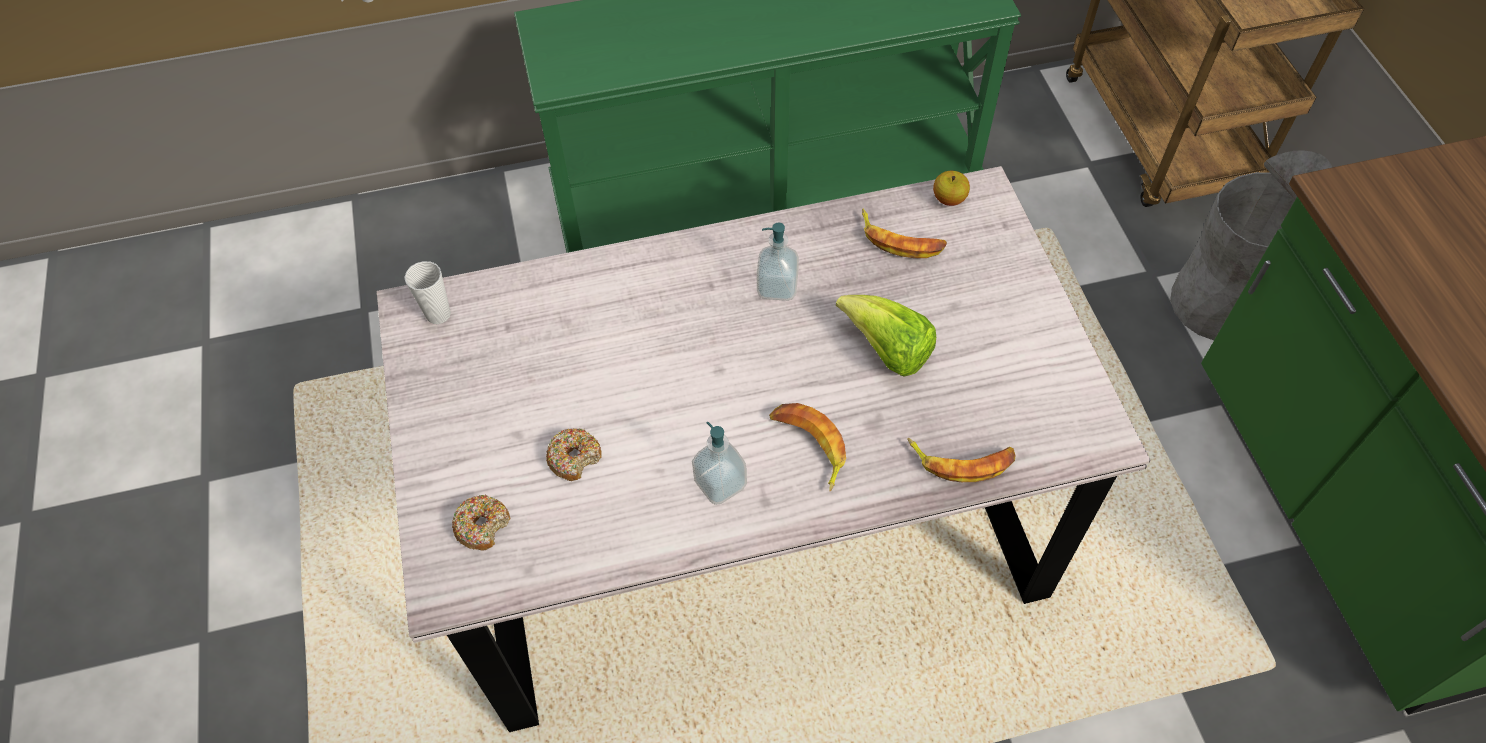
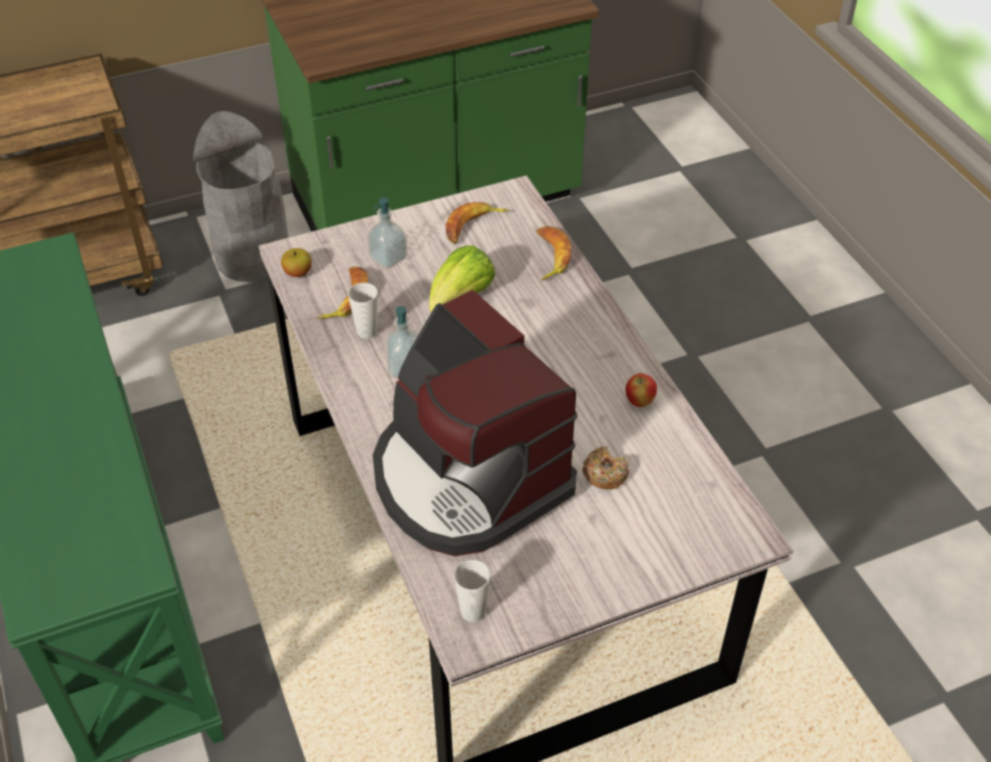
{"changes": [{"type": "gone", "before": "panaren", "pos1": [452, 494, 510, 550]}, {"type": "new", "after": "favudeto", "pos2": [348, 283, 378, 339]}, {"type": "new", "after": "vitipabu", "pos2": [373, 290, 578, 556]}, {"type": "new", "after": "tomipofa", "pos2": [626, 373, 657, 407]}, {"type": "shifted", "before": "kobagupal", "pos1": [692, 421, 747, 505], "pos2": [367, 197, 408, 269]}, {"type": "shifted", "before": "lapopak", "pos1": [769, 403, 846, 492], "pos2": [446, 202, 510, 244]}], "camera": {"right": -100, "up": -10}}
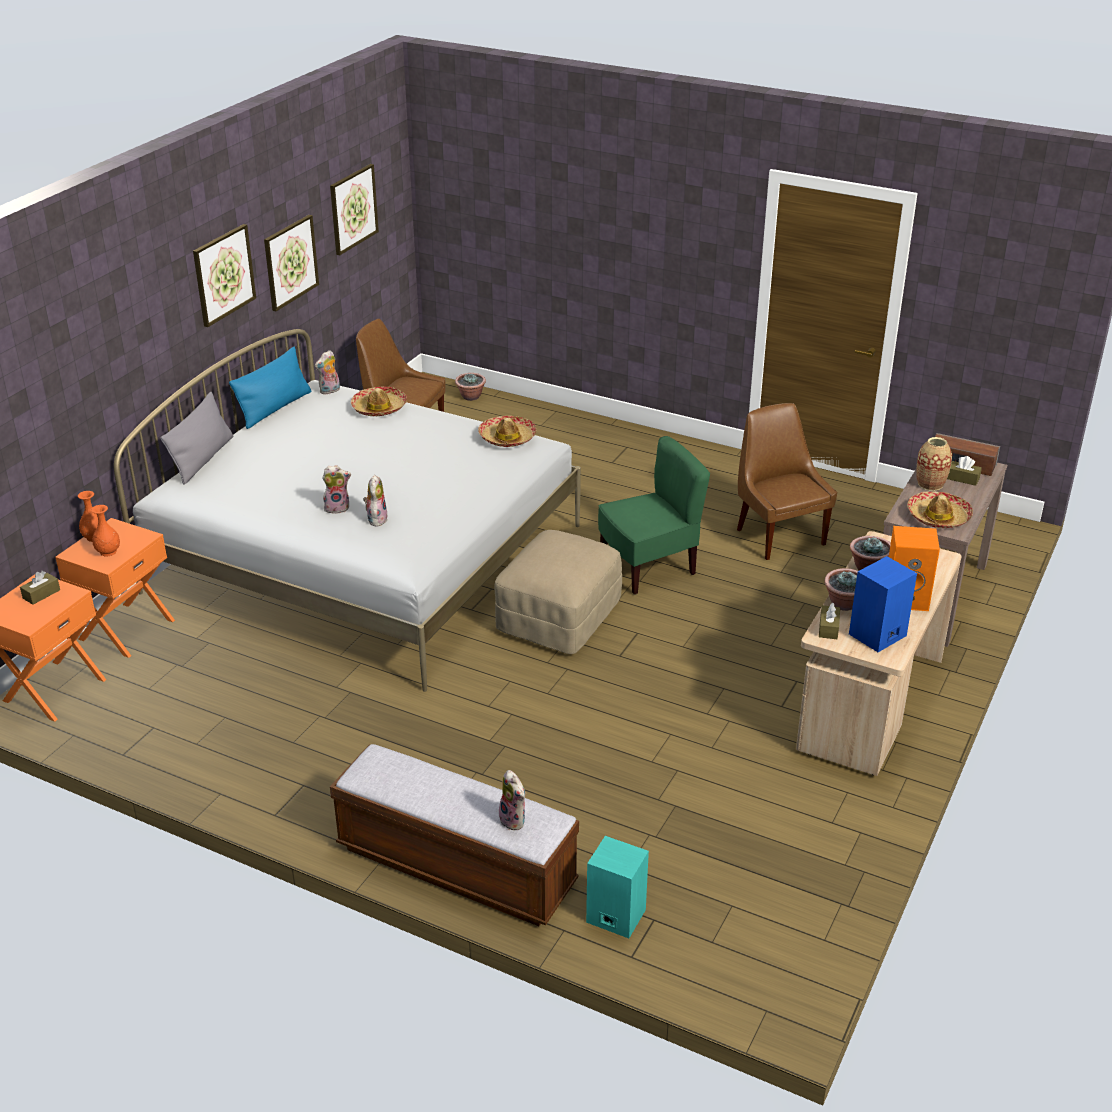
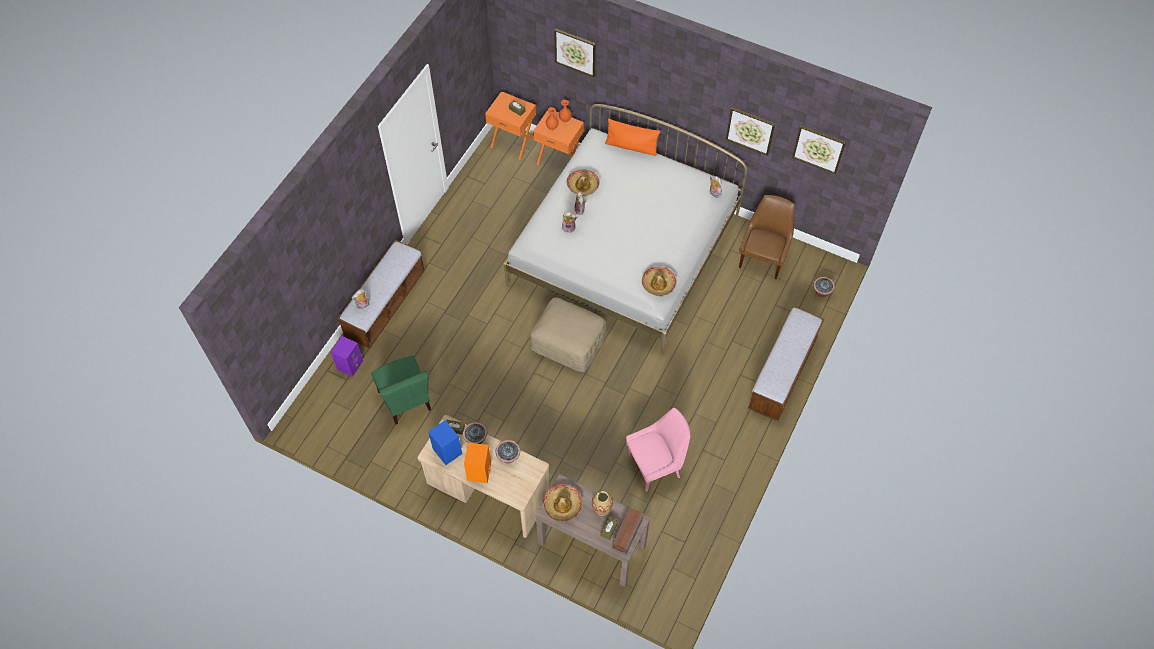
{"changes": [{"type": "gone", "before": "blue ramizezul", "pos1": [229, 347, 312, 429]}, {"type": "new", "after": "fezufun", "pos2": [748, 307, 824, 422]}, {"type": "shifted", "before": "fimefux", "pos1": [193, 224, 256, 327], "pos2": [554, 28, 596, 77]}, {"type": "shifted", "before": "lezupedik", "pos1": [351, 387, 407, 416], "pos2": [567, 169, 600, 196]}, {"type": "shifted", "before": "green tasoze", "pos1": [598, 436, 710, 595], "pos2": [371, 356, 431, 425]}, {"type": "repainted", "before": "grey ramizezul", "after": "orange ramizezul", "pos1": [161, 392, 233, 485], "pos2": [605, 119, 660, 156]}, {"type": "repainted", "before": "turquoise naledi", "after": "purple naledi", "pos1": [586, 836, 649, 938], "pos2": [331, 336, 363, 377]}, {"type": "repainted", "before": "brown tasoze", "after": "pink tasoze", "pos1": [737, 403, 837, 560], "pos2": [626, 408, 690, 492]}], "camera": {"right": 90, "up": 25}}
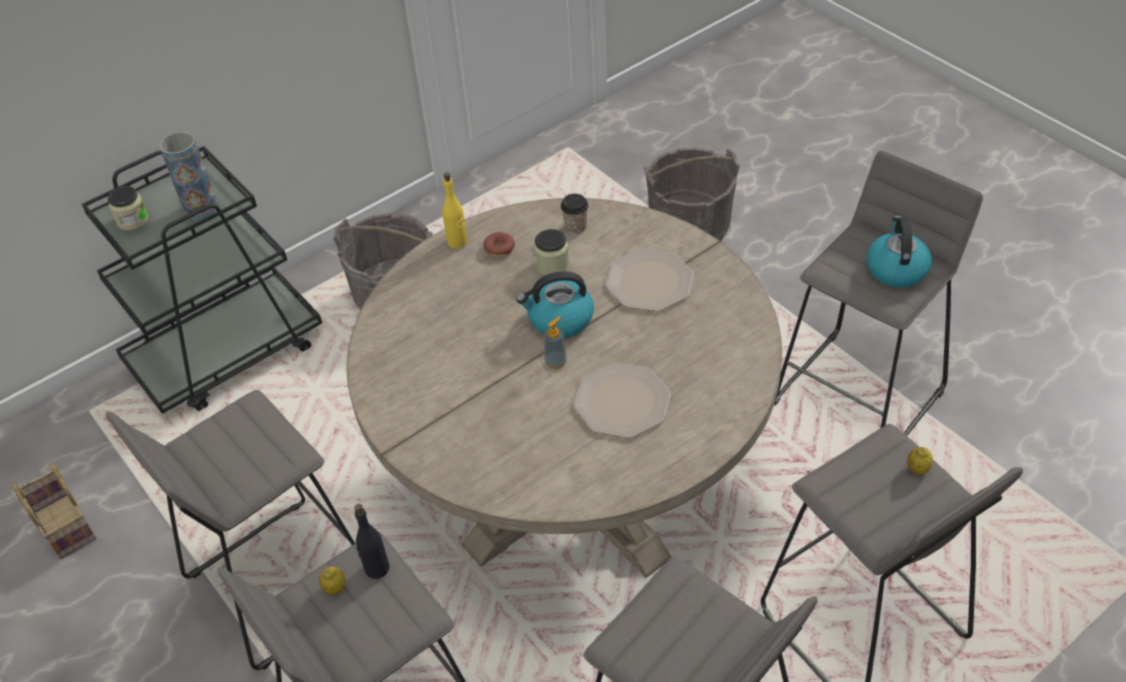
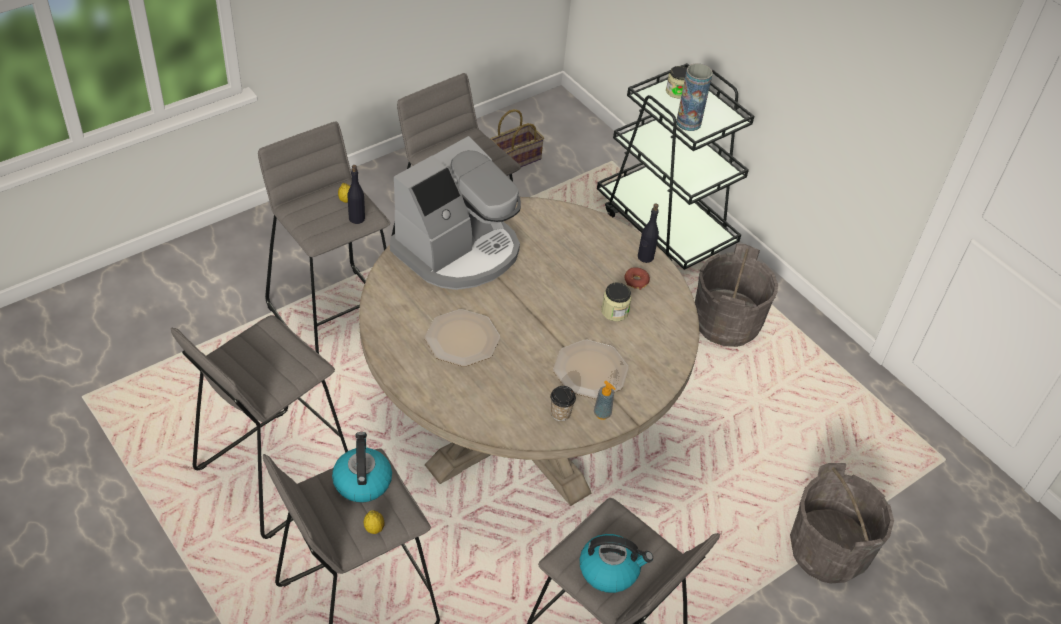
{"changes": [{"type": "new", "after": "vitipabu", "pos2": [390, 136, 521, 290]}, {"type": "shifted", "before": "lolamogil", "pos1": [516, 271, 594, 338], "pos2": [332, 432, 392, 503]}, {"type": "shifted", "before": "kobagupal", "pos1": [544, 316, 567, 369], "pos2": [594, 381, 616, 420]}, {"type": "shifted", "before": "favudeto", "pos1": [561, 194, 588, 234], "pos2": [550, 386, 576, 421]}, {"type": "repainted", "before": "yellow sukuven", "after": "black sukuven", "pos1": [442, 172, 467, 249], "pos2": [638, 203, 659, 263]}], "camera": {"right": 85, "up": 0}}
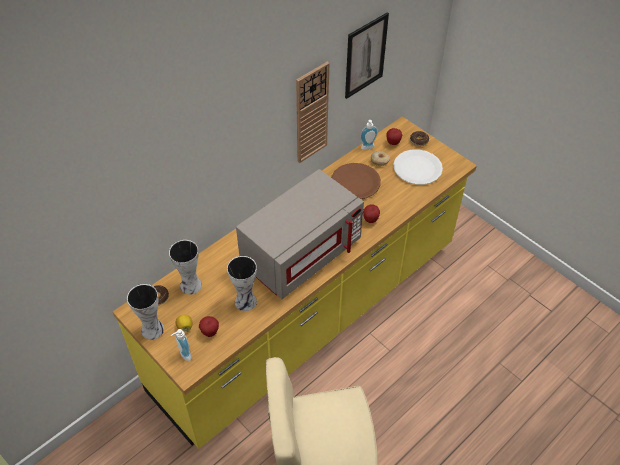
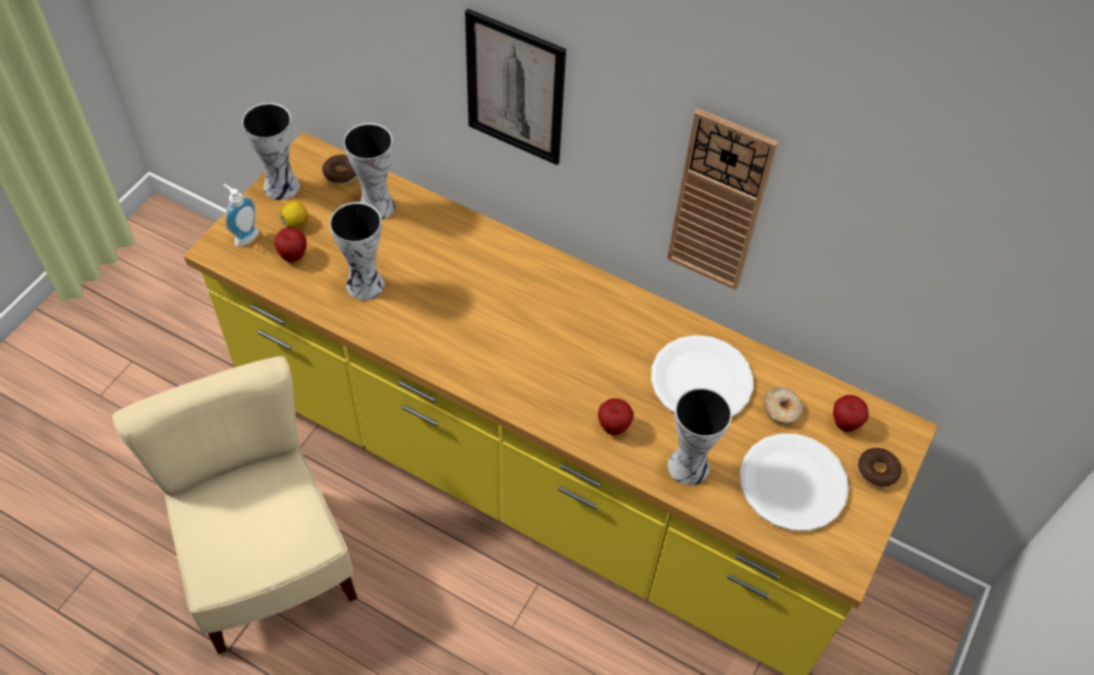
{"changes": [{"type": "gone", "before": "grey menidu", "pos1": [236, 169, 364, 299]}, {"type": "gone", "before": "kobagupal", "pos1": [360, 120, 378, 150]}, {"type": "new", "after": "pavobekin", "pos2": [668, 387, 732, 486]}, {"type": "shifted", "before": "fimefux", "pos1": [345, 13, 389, 99], "pos2": [465, 8, 566, 165]}, {"type": "repainted", "before": "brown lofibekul", "after": "white lofibekul", "pos1": [331, 163, 381, 199], "pos2": [651, 335, 753, 416]}], "camera": {"right": 70, "up": 5}}
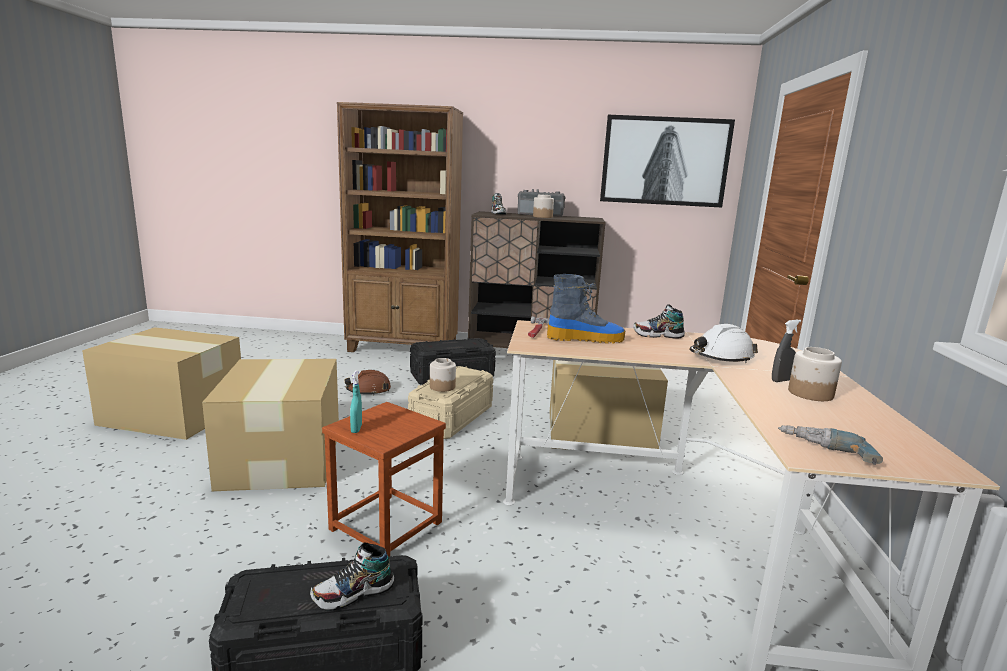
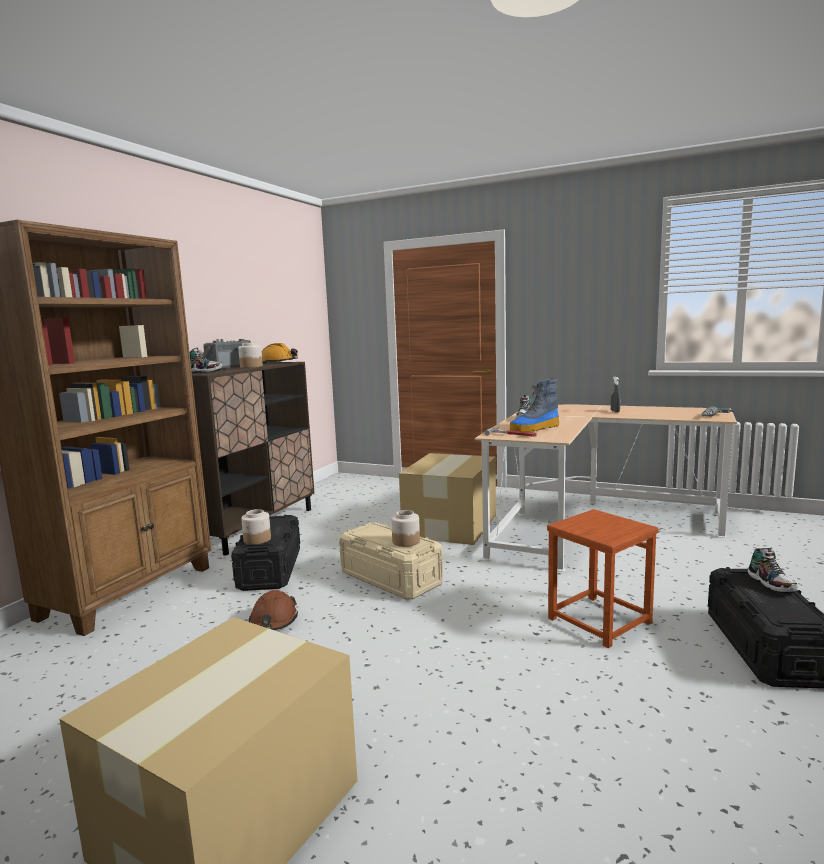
{"changes": [{"type": "gone", "before": "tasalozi", "pos1": [202, 359, 339, 491]}, {"type": "gone", "before": "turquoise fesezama", "pos1": [350, 370, 362, 433]}, {"type": "gone", "before": "fimefux", "pos1": [600, 115, 735, 208]}, {"type": "gone", "before": "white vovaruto", "pos1": [689, 324, 758, 363]}, {"type": "new", "after": "orange vovaruto", "pos2": [262, 343, 298, 363]}, {"type": "shifted", "before": "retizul", "pos1": [788, 347, 842, 401], "pos2": [241, 509, 271, 545]}, {"type": "rotated", "before": "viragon", "pos1": [547, 274, 625, 344], "pos2": [510, 378, 559, 432], "turn": -135}], "camera": {"right": -70, "up": -5}}
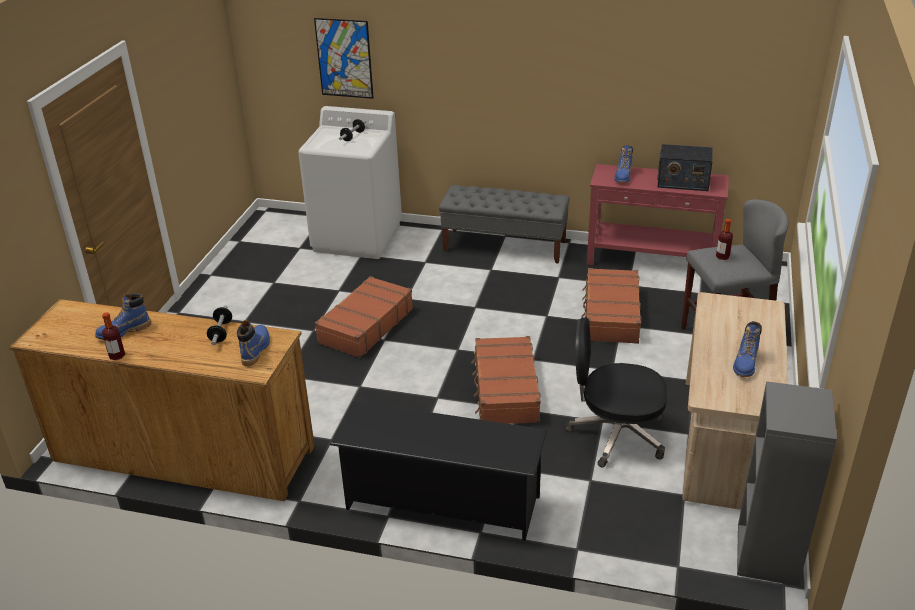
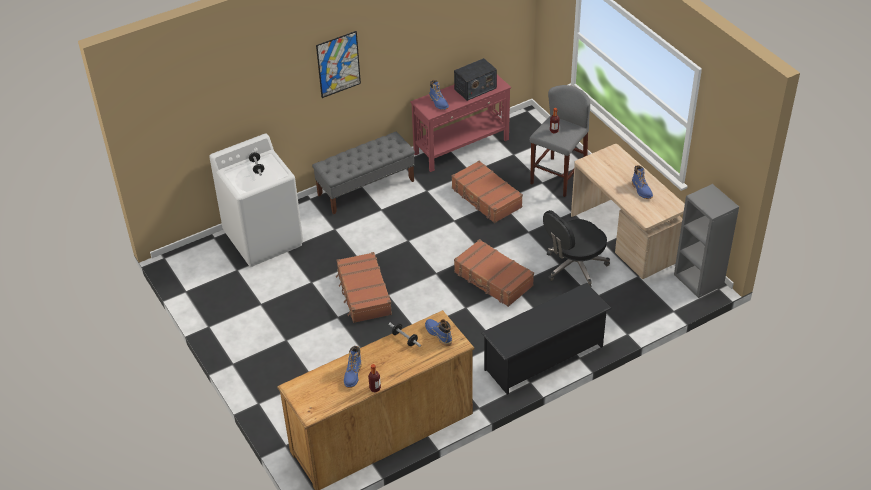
{"changes": [{"type": "shifted", "before": "fimefux", "pos1": [314, 18, 374, 99], "pos2": [316, 31, 361, 98]}], "camera": {"right": -45, "up": 10}}
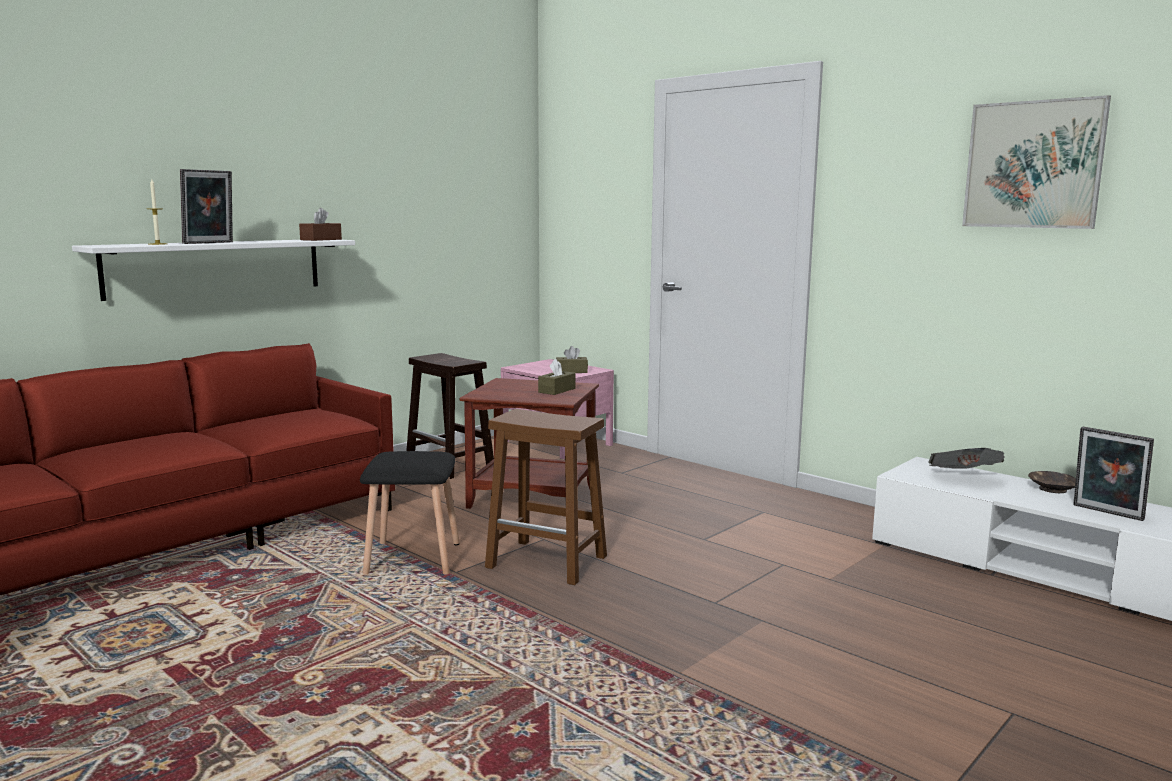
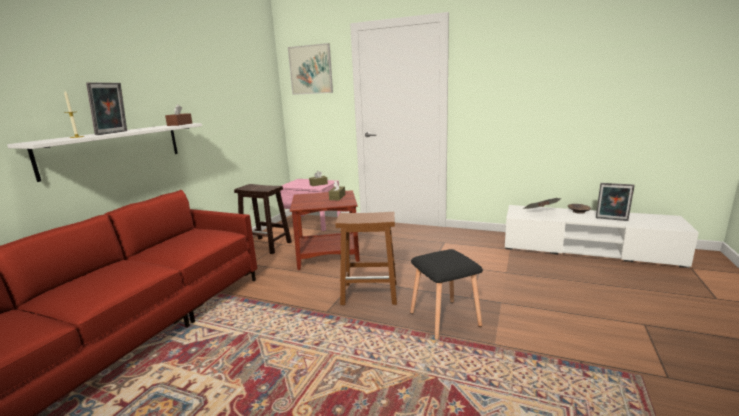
{"changes": [{"type": "shifted", "before": "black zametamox", "pos1": [360, 451, 460, 574], "pos2": [410, 249, 483, 340]}, {"type": "shifted", "before": "fimefux", "pos1": [962, 95, 1111, 229], "pos2": [288, 43, 333, 95]}], "camera": {"right": -20, "up": 5}}
